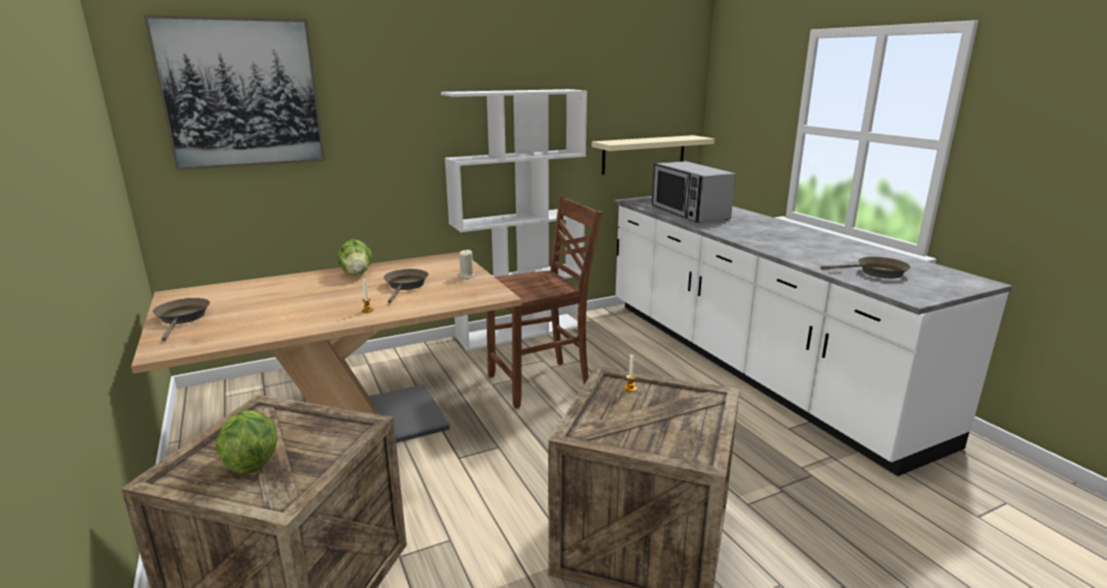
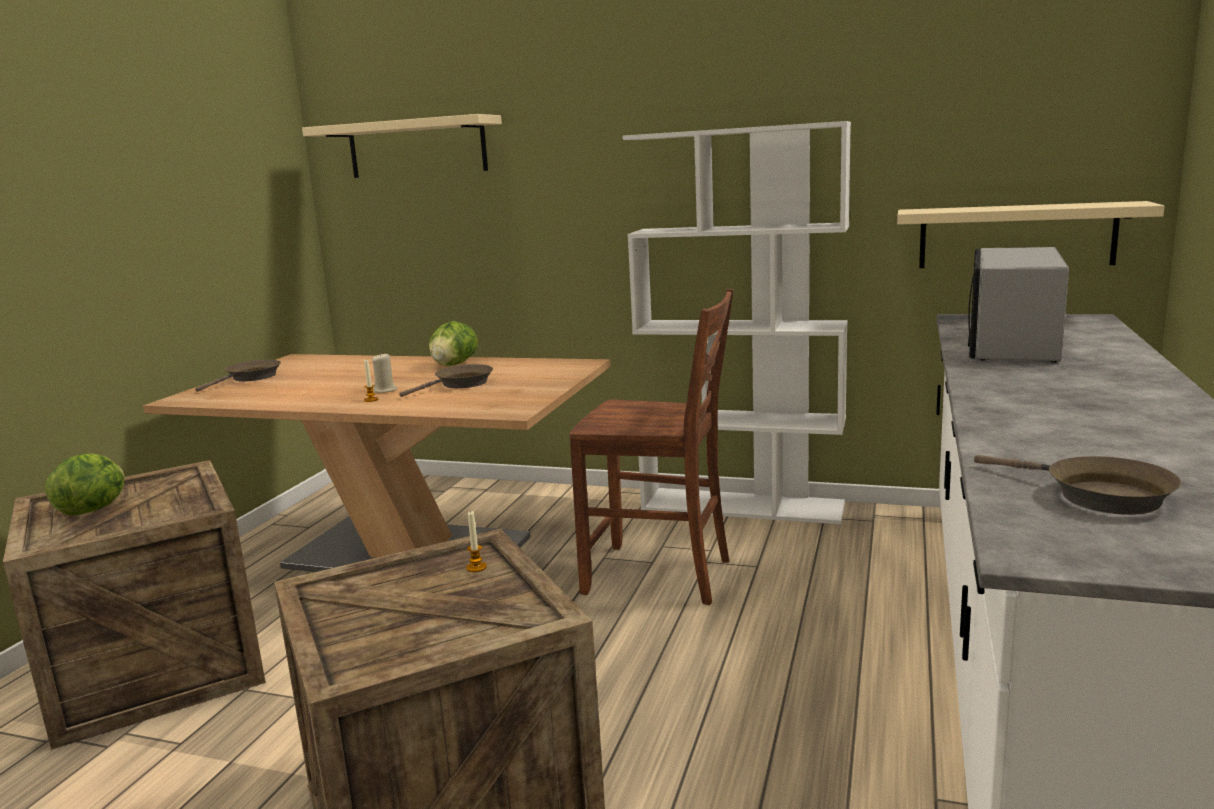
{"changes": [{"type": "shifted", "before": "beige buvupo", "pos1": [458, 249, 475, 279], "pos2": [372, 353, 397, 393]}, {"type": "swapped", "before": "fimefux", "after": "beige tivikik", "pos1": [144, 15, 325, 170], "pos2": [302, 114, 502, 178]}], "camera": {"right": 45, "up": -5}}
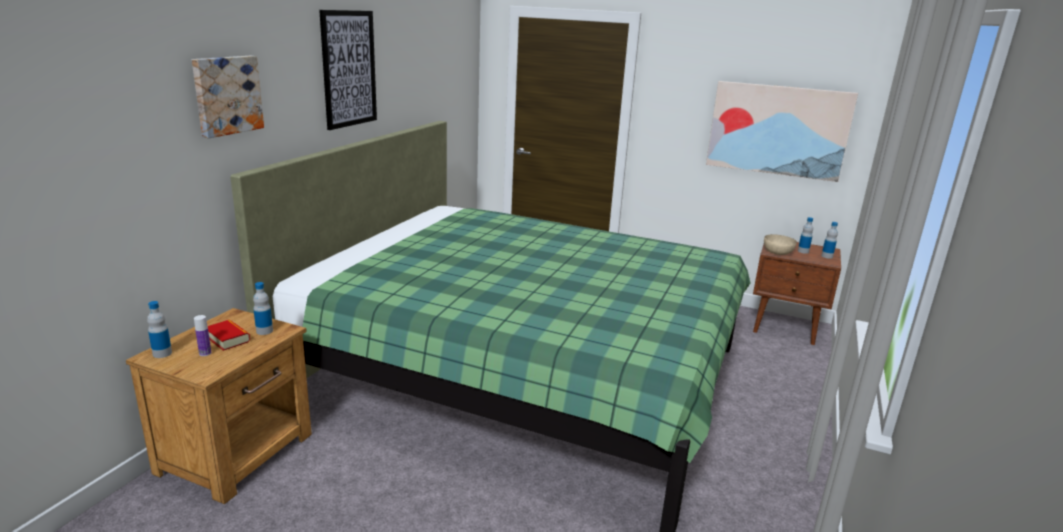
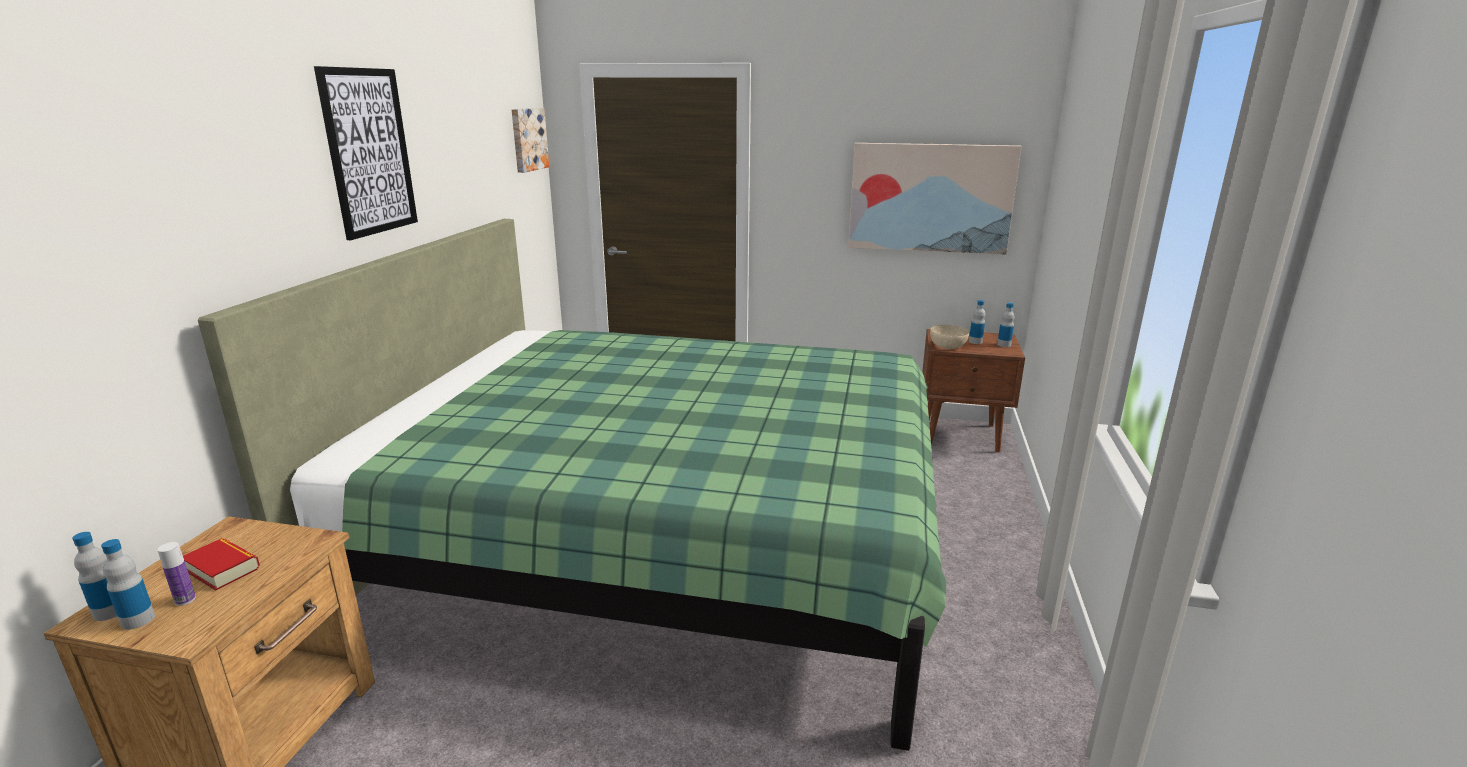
{"changes": [{"type": "shifted", "before": "fimefux", "pos1": [192, 56, 264, 138], "pos2": [512, 108, 549, 173]}, {"type": "shifted", "before": "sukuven", "pos1": [253, 282, 273, 335], "pos2": [101, 539, 155, 630]}], "camera": {"right": -10, "up": 0}}
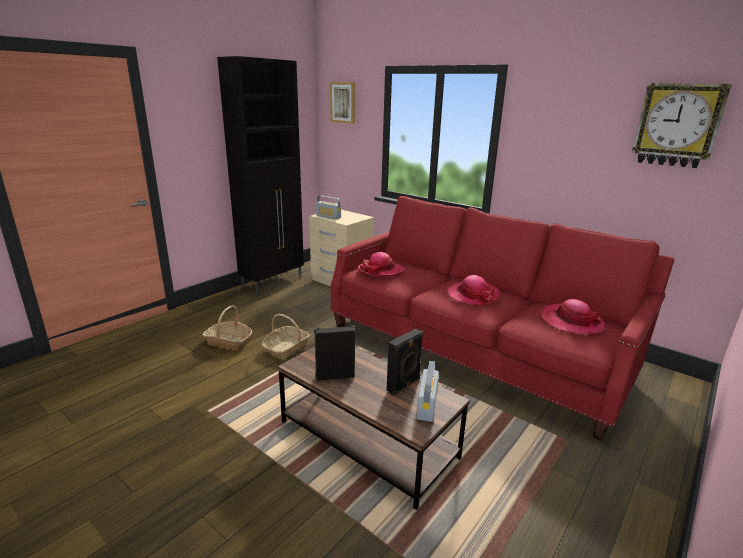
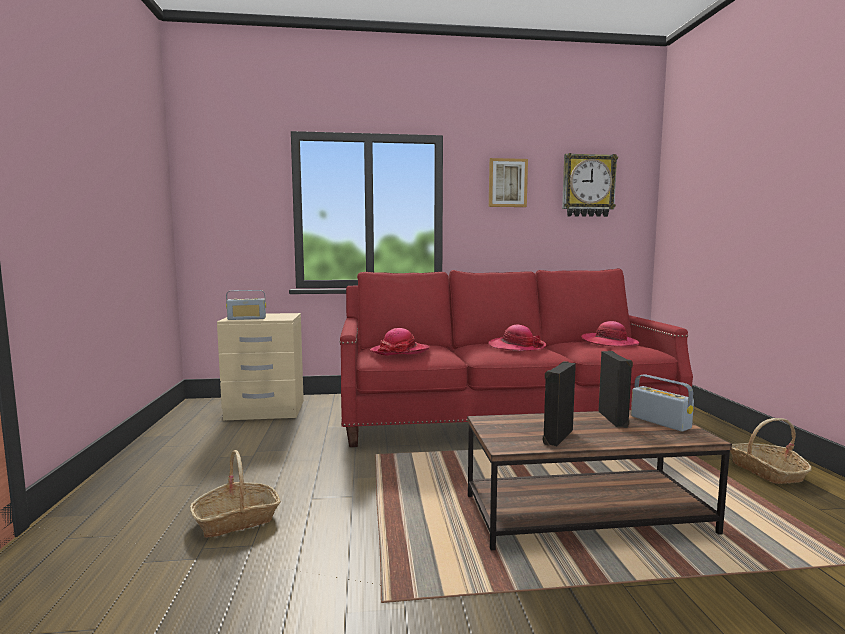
{"changes": [{"type": "gone", "before": "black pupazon", "pos1": [217, 56, 304, 294]}, {"type": "shifted", "before": "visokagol", "pos1": [262, 314, 310, 359], "pos2": [730, 418, 812, 484]}, {"type": "shifted", "before": "fimefux", "pos1": [330, 82, 355, 124], "pos2": [489, 158, 528, 207]}], "camera": {"right": -45, "up": -15}}
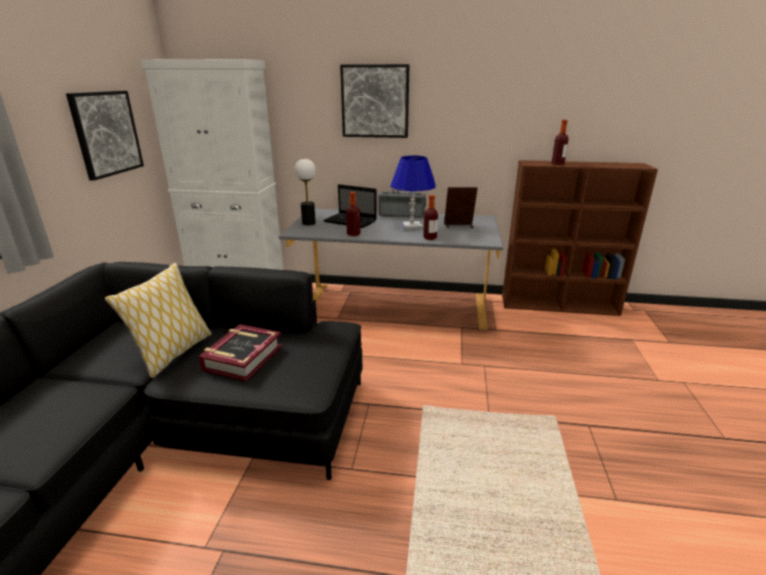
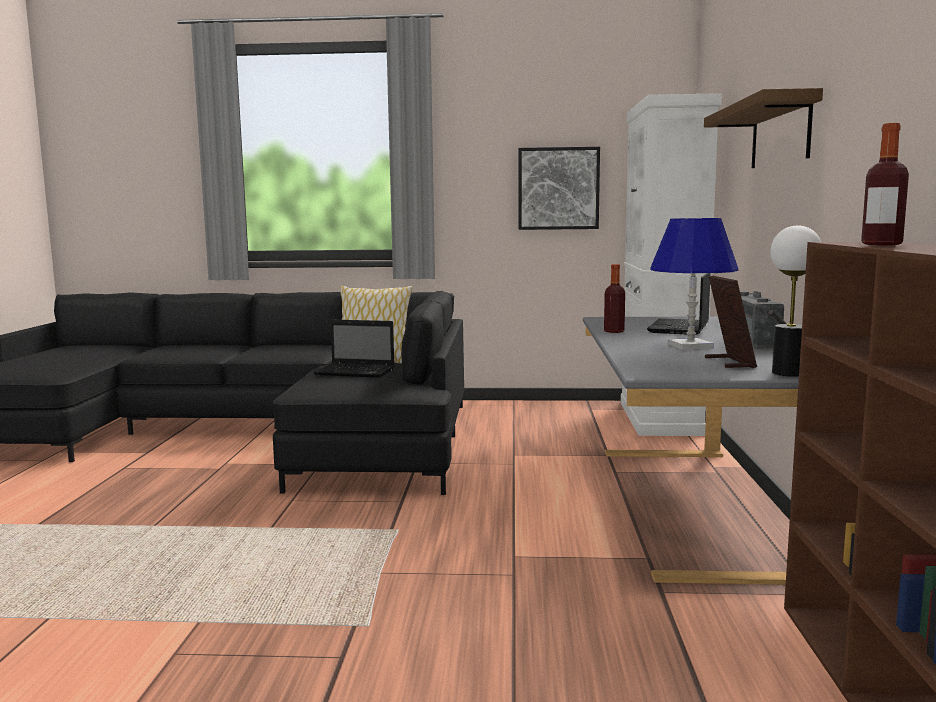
{"changes": [{"type": "gone", "before": "sukuven", "pos1": [423, 195, 438, 240]}, {"type": "shifted", "before": "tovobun", "pos1": [294, 159, 316, 225], "pos2": [770, 226, 821, 377]}, {"type": "swapped", "before": "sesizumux", "after": "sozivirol", "pos1": [199, 324, 283, 382], "pos2": [314, 319, 395, 378]}, {"type": "swapped", "before": "fimefux", "after": "tivikik", "pos1": [340, 64, 409, 138], "pos2": [704, 88, 823, 168]}], "camera": {"right": 85, "up": -15}}
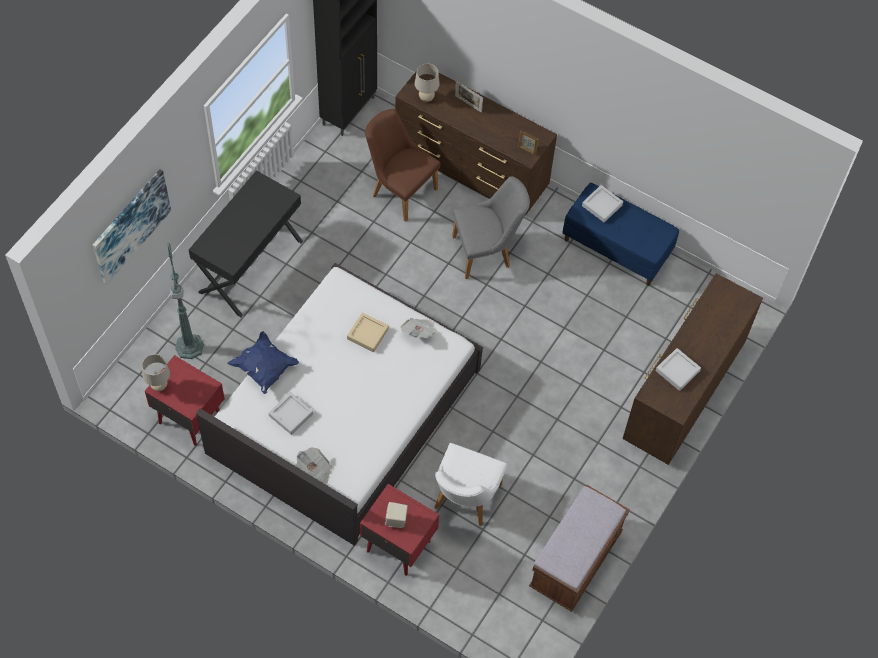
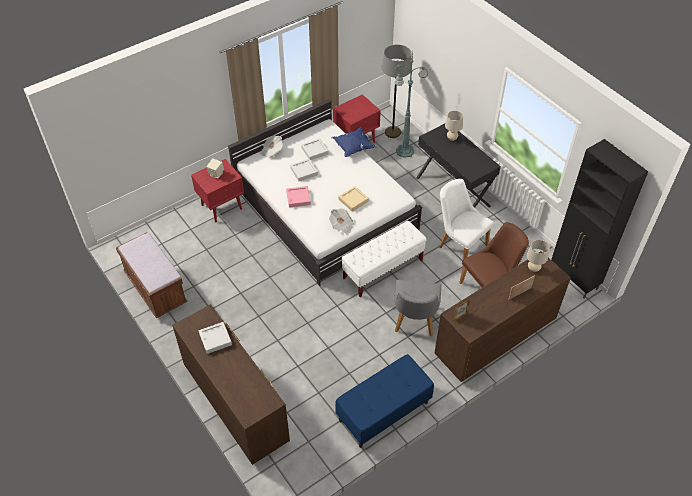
{"changes": [{"type": "gone", "before": "fimefux", "pos1": [93, 169, 171, 284]}, {"type": "new", "after": "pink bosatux", "pos2": [286, 186, 311, 208]}, {"type": "new", "after": "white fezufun", "pos2": [342, 221, 426, 297]}, {"type": "new", "after": "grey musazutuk", "pos2": [382, 44, 412, 138]}, {"type": "shifted", "before": "beige tovobun", "pos1": [142, 354, 170, 391], "pos2": [445, 111, 463, 141]}, {"type": "shifted", "before": "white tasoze", "pos1": [435, 443, 507, 526], "pos2": [439, 179, 494, 259]}, {"type": "shifted", "before": "grey bosatux", "pos1": [582, 185, 623, 222], "pos2": [290, 159, 318, 181]}], "camera": {"right": 115, "up": -10}}
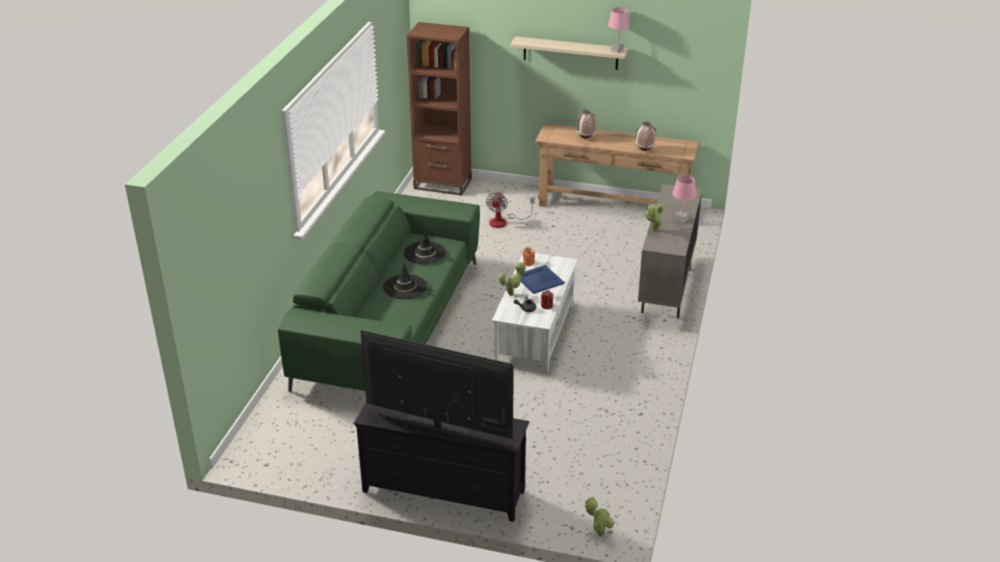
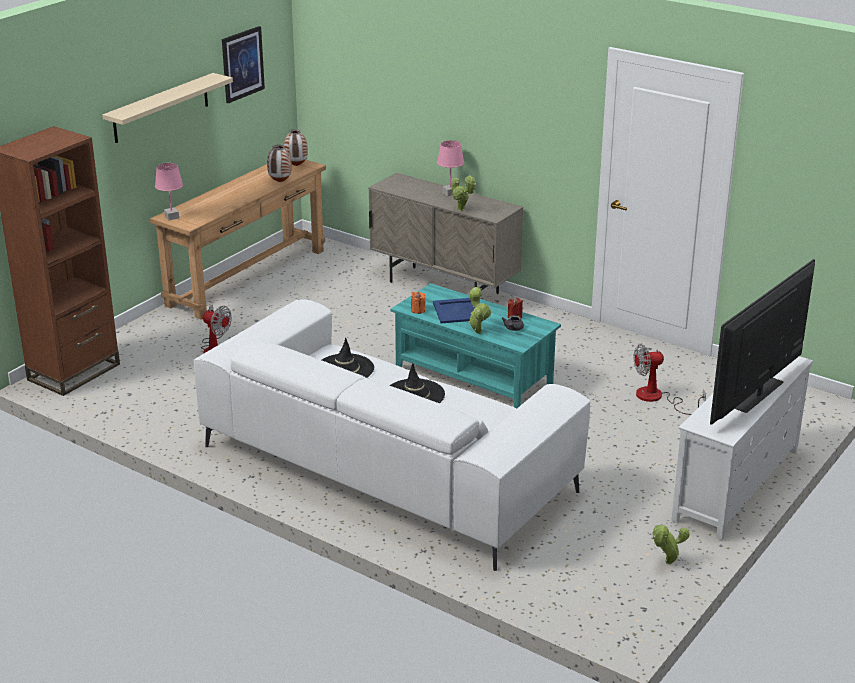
{"changes": [{"type": "new", "after": "fimefux", "pos2": [222, 26, 265, 103]}, {"type": "new", "after": "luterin", "pos2": [634, 344, 706, 415]}, {"type": "shifted", "before": "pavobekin", "pos1": [576, 110, 596, 139], "pos2": [284, 129, 308, 166]}, {"type": "shifted", "before": "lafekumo", "pos1": [585, 497, 614, 537], "pos2": [652, 525, 690, 564]}, {"type": "shifted", "before": "pink tovobun", "pos1": [608, 7, 630, 53], "pos2": [155, 163, 183, 220]}, {"type": "repainted", "before": "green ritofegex", "after": "white ritofegex", "pos1": [278, 191, 480, 392], "pos2": [194, 299, 590, 571]}, {"type": "repainted", "before": "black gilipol", "after": "white gilipol", "pos1": [353, 402, 529, 522], "pos2": [671, 356, 813, 540]}, {"type": "repainted", "before": "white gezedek", "after": "turquoise gezedek", "pos1": [492, 253, 577, 373], "pos2": [390, 283, 561, 408]}], "camera": {"right": -70, "up": -5}}
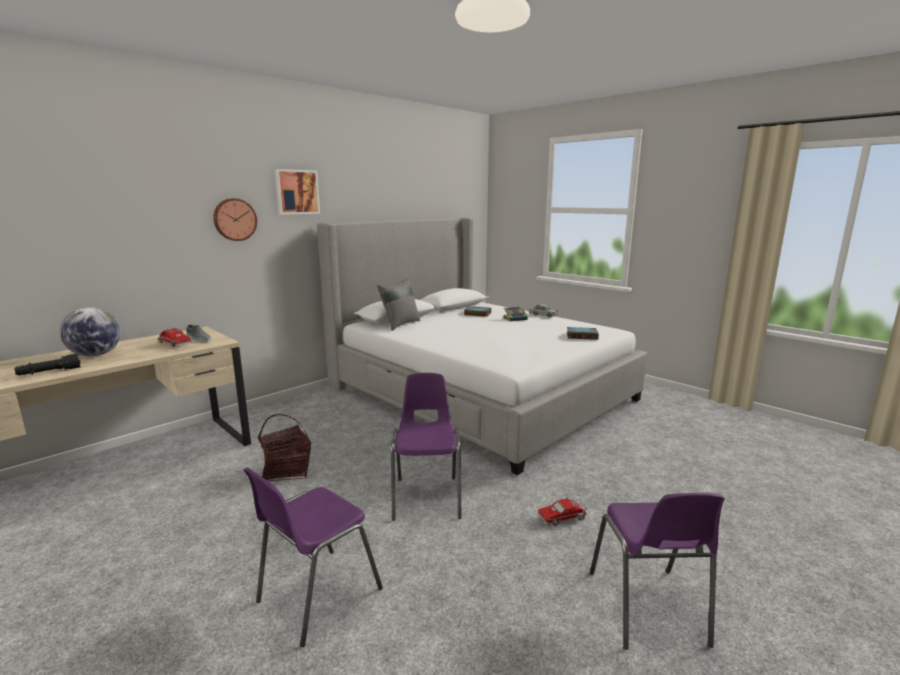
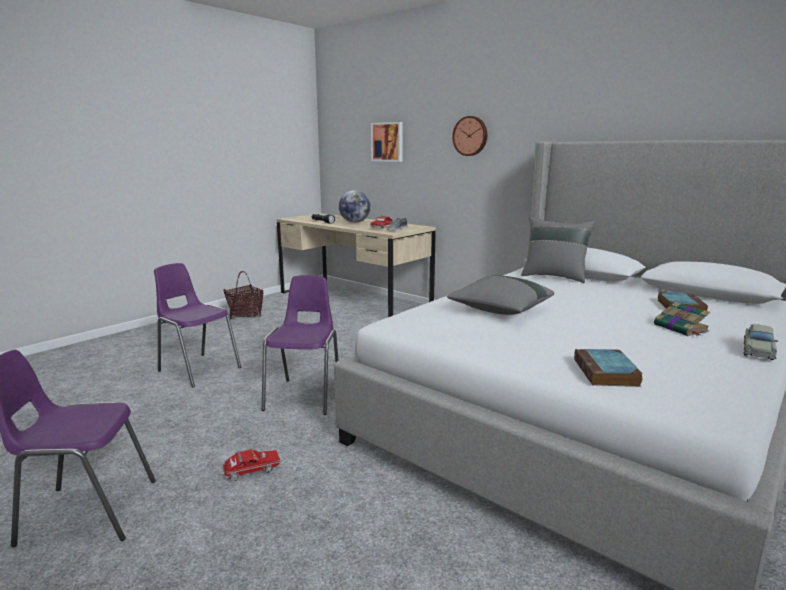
{"changes": [{"type": "new", "after": "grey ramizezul", "pos2": [447, 275, 554, 315]}, {"type": "shifted", "before": "visokagol", "pos1": [258, 414, 311, 481], "pos2": [224, 271, 263, 320]}, {"type": "shifted", "before": "fimefux", "pos1": [275, 169, 320, 215], "pos2": [371, 122, 403, 162]}, {"type": "rotated", "before": "purple tasoze", "pos1": [391, 373, 461, 521], "pos2": [262, 275, 339, 415], "turn": -75}, {"type": "rotated", "before": "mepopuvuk", "pos1": [538, 498, 587, 526], "pos2": [217, 449, 281, 481], "turn": 90}], "camera": {"right": 85, "up": 0}}
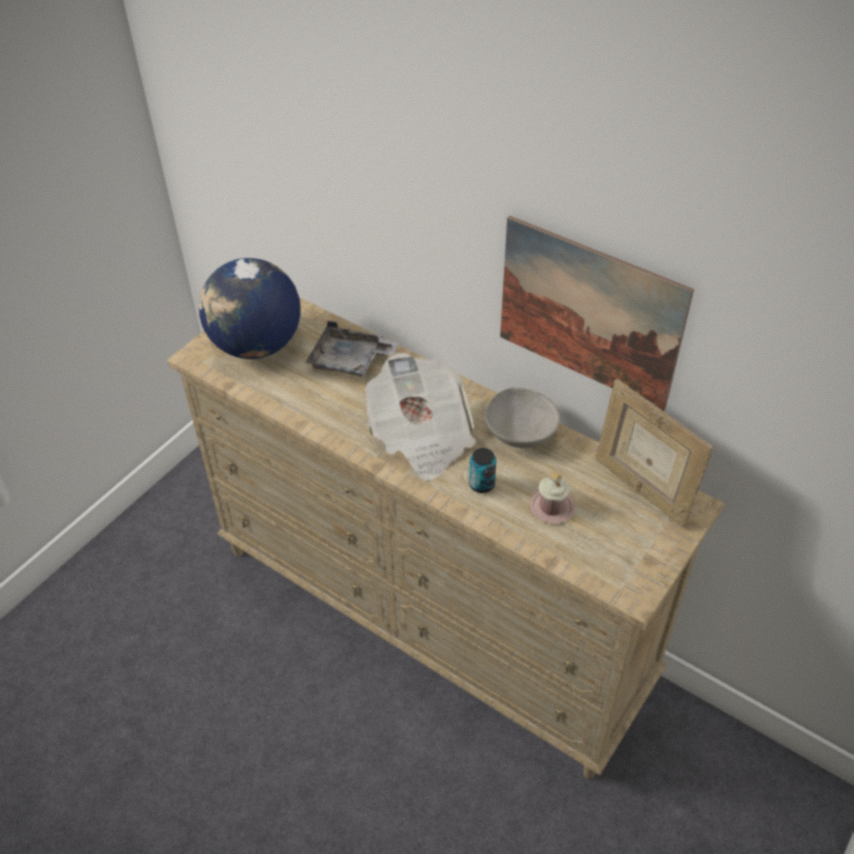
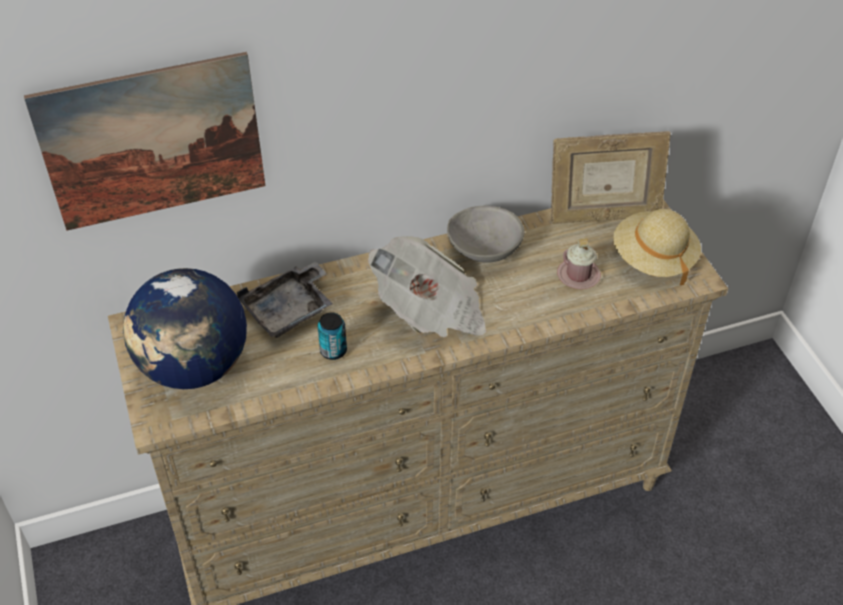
{"changes": [{"type": "new", "after": "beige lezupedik", "pos2": [613, 209, 701, 285]}, {"type": "shifted", "before": "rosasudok", "pos1": [469, 448, 496, 493], "pos2": [318, 312, 347, 360]}, {"type": "shifted", "before": "fimefux", "pos1": [500, 216, 694, 411], "pos2": [24, 52, 266, 231]}], "camera": {"right": -55, "up": 0}}
